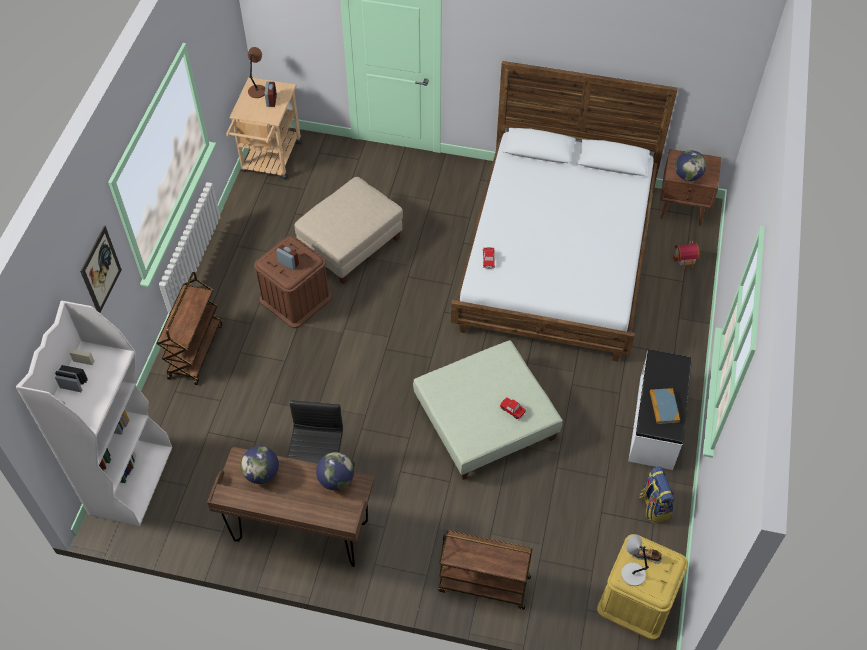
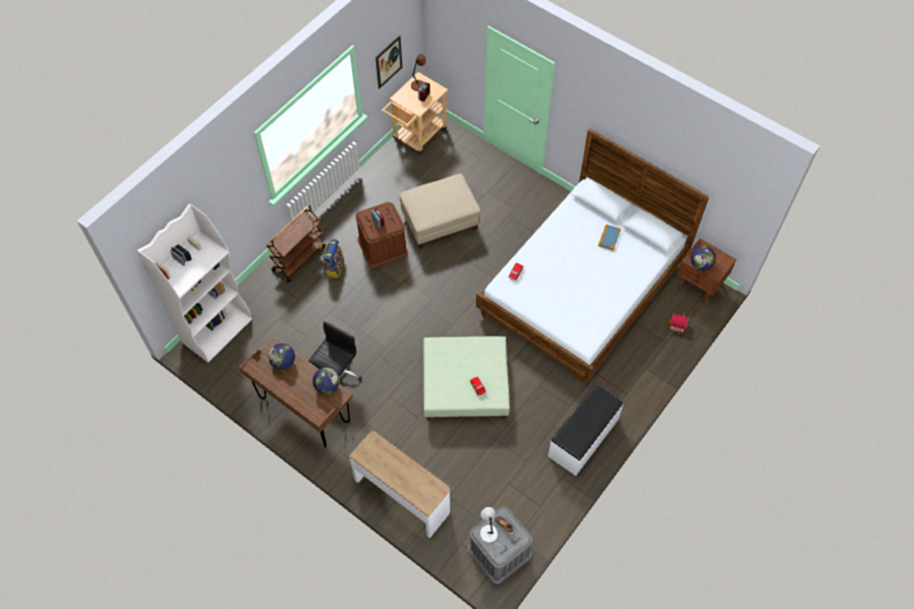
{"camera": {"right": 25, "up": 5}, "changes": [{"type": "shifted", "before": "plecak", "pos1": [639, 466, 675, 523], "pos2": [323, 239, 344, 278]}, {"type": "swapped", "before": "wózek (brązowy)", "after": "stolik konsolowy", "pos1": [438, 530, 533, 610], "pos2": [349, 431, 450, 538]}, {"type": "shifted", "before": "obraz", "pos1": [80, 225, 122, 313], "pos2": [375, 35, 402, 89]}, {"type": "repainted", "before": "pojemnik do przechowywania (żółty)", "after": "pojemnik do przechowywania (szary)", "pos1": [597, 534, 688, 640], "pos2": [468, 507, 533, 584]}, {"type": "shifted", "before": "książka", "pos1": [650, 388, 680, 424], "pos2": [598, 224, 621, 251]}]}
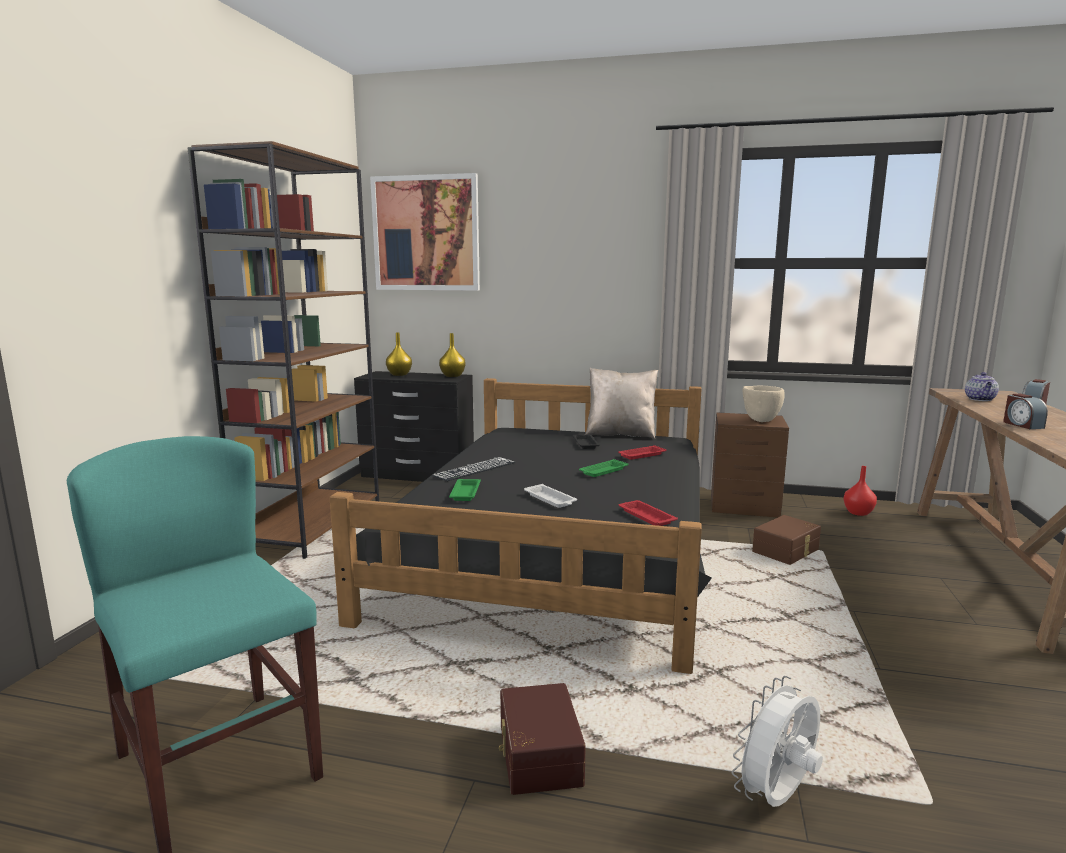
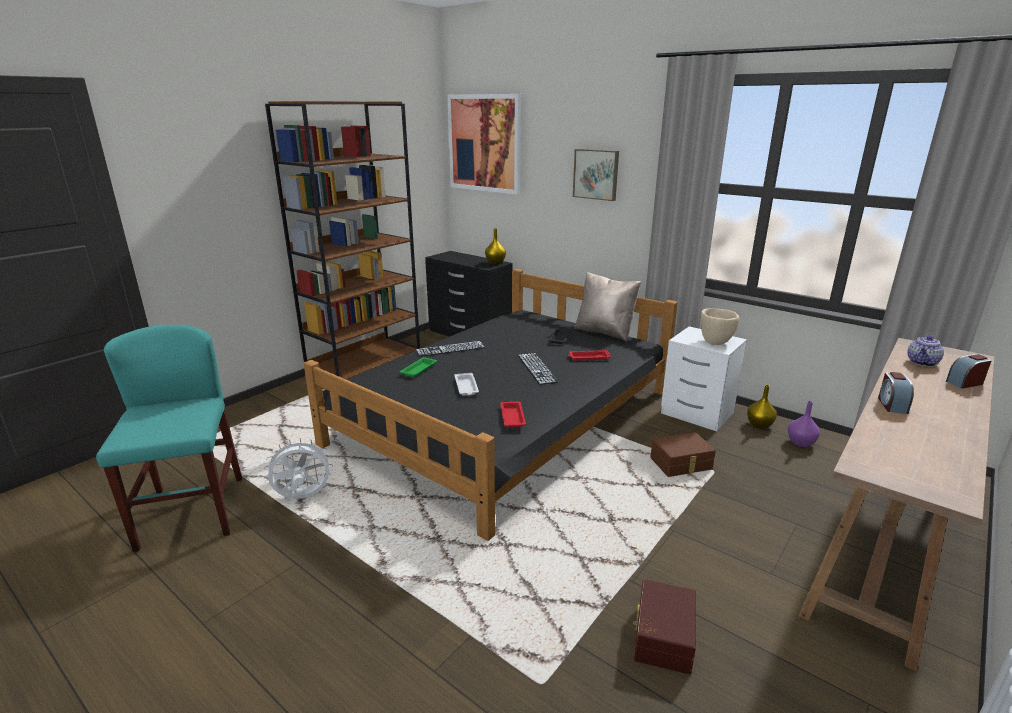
{"camera": {"right": 25, "up": 10}, "changes": [{"type": "shifted", "before": "wentylator (biały)", "pos1": [731, 676, 823, 807], "pos2": [264, 438, 333, 498]}, {"type": "swapped", "before": "taca (zielony)", "after": "klawiatura", "pos1": [579, 459, 629, 477], "pos2": [518, 353, 559, 385]}, {"type": "new", "after": "obraz", "pos2": [573, 149, 619, 201]}, {"type": "shifted", "before": "pojemnik do przechowywania (brązowy)", "pos1": [499, 683, 586, 795], "pos2": [633, 579, 696, 674]}, {"type": "repainted", "before": "szafka nocna (brązowy)", "after": "szafka nocna (biały)", "pos1": [711, 413, 789, 518], "pos2": [661, 326, 747, 431]}, {"type": "shifted", "before": "wazon (żółty)", "pos1": [386, 332, 412, 376], "pos2": [747, 385, 777, 429]}, {"type": "repainted", "before": "wazon (czerwony)", "after": "wazon (fioletowy)", "pos1": [843, 466, 877, 516], "pos2": [788, 401, 820, 447]}]}
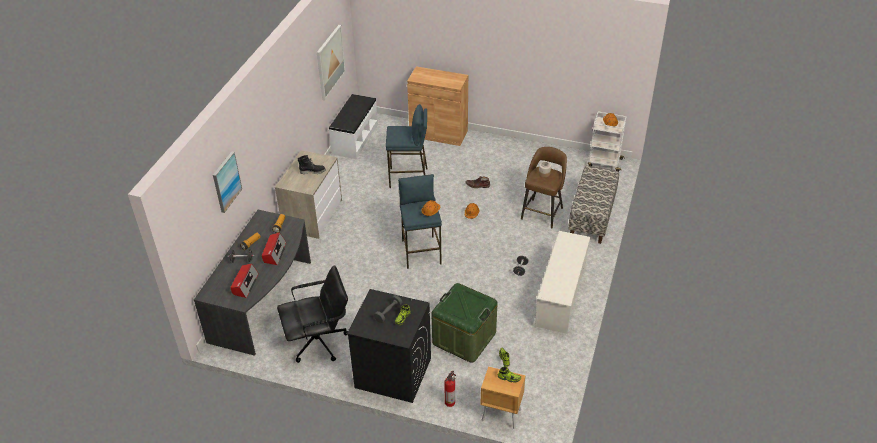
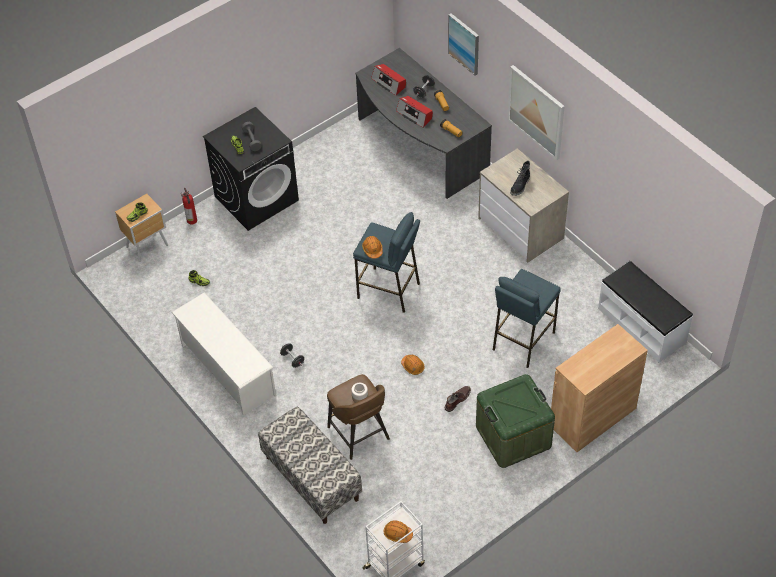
{"camera": {"right": 125, "up": 10}, "changes": [{"type": "shifted", "before": "pojemnik do przechowywania (zielony)", "pos1": [431, 283, 497, 363], "pos2": [476, 374, 555, 468]}, {"type": "shifted", "before": "obraz", "pos1": [317, 25, 346, 100], "pos2": [507, 65, 565, 160]}, {"type": "gone", "before": "krzesło biurowe (czarny)", "pos1": [277, 265, 348, 363]}]}
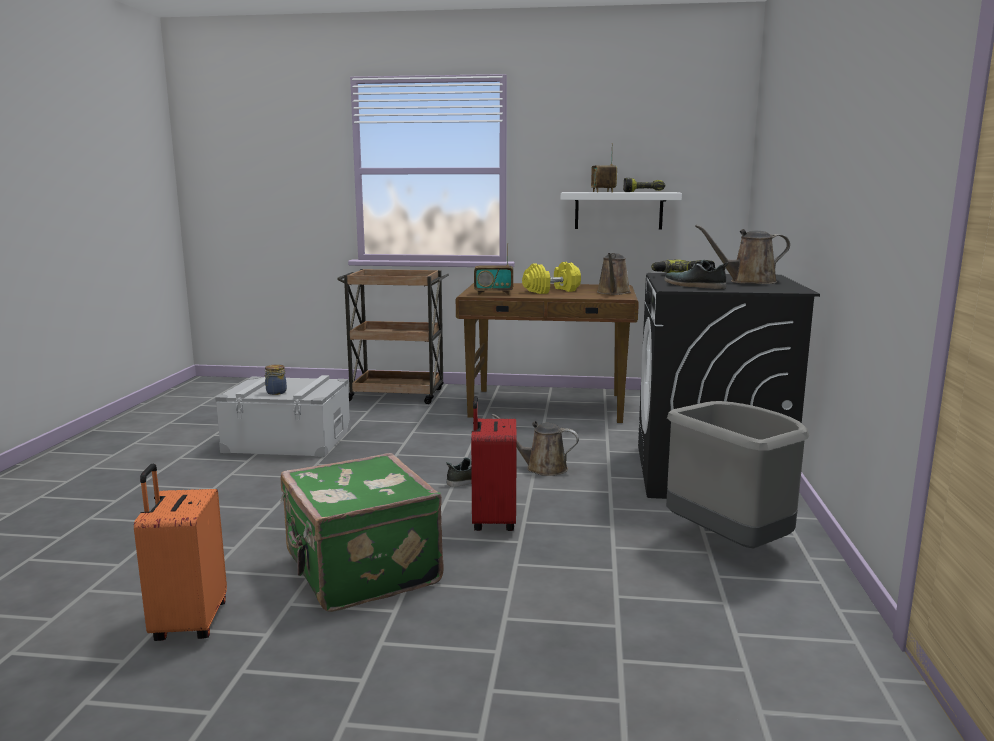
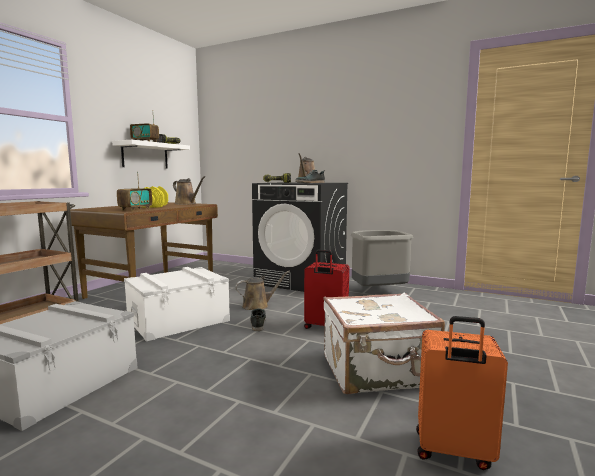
{"camera": {"right": -70, "up": -5}, "changes": [{"type": "new", "after": "pojemnik do przechowywania (biały)", "pos2": [124, 267, 230, 341]}, {"type": "rotated", "before": "konewka (brązowy)", "pos1": [492, 414, 579, 476], "pos2": [235, 270, 290, 310], "turn": -150}, {"type": "repainted", "before": "walizka (zielony)", "after": "walizka (biały)", "pos1": [280, 453, 443, 612], "pos2": [323, 293, 445, 394]}, {"type": "gone", "before": "słoik", "pos1": [265, 364, 287, 395]}]}
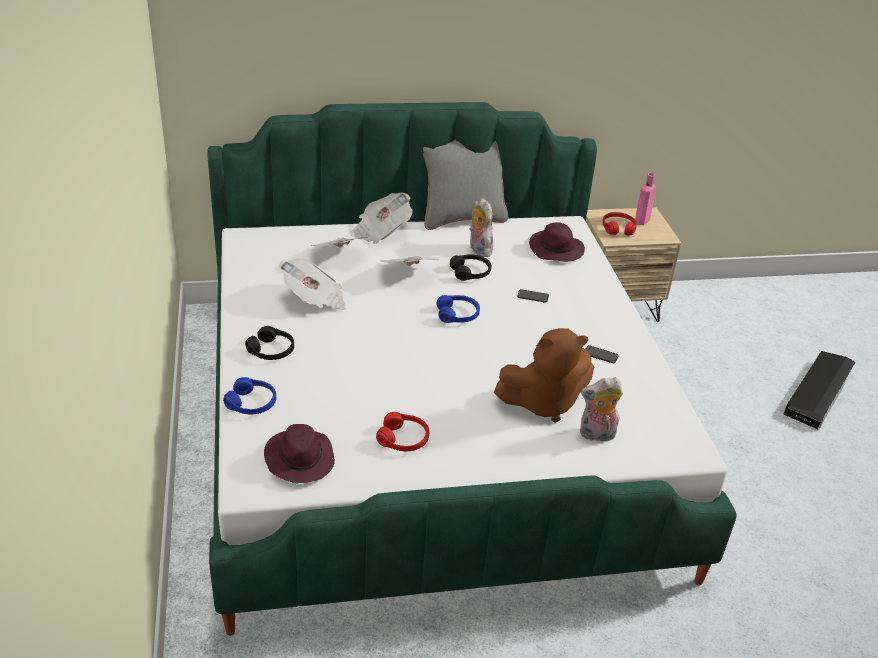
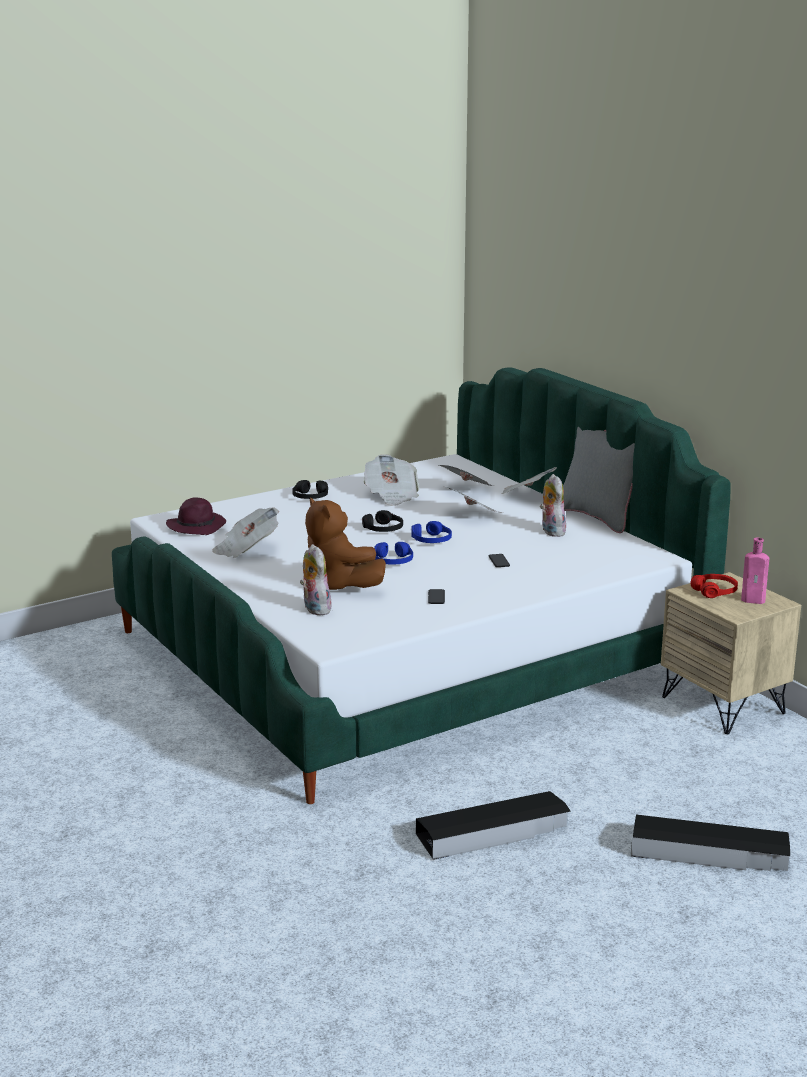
{"camera": {"right": 70, "up": -15}, "changes": [{"type": "swapped", "before": "słuchawki (czerwony)", "after": "gazeta", "pos1": [376, 412, 430, 451], "pos2": [213, 508, 279, 558]}, {"type": "shifted", "before": "słuchawki (czarny)", "pos1": [450, 254, 492, 281], "pos2": [362, 510, 403, 532]}, {"type": "shifted", "before": "słuchawki (niebieski)", "pos1": [223, 377, 276, 415], "pos2": [374, 542, 413, 564]}, {"type": "new", "after": "pojemnik do przechowywania (czarny)", "pos2": [416, 791, 571, 860]}, {"type": "rotated", "before": "pluszak", "pos1": [469, 198, 493, 257], "pos2": [540, 474, 567, 537], "turn": -60}, {"type": "gone", "before": "kapelusz (fioletowy)", "pos1": [529, 222, 585, 262]}]}
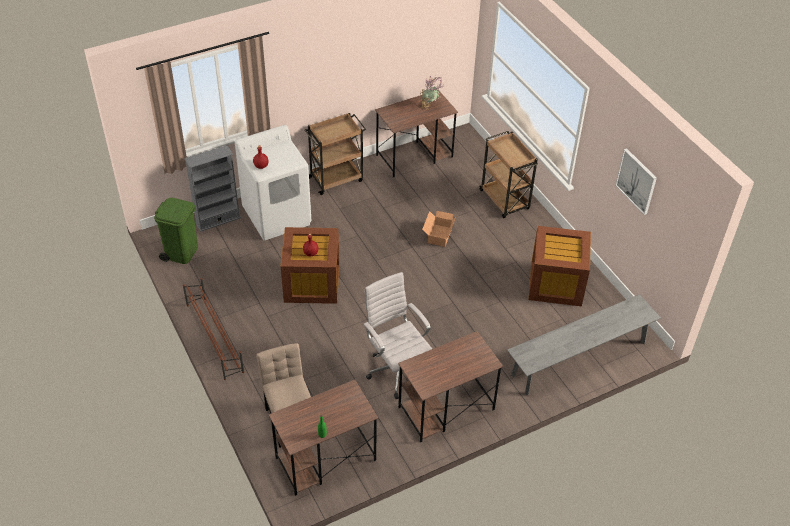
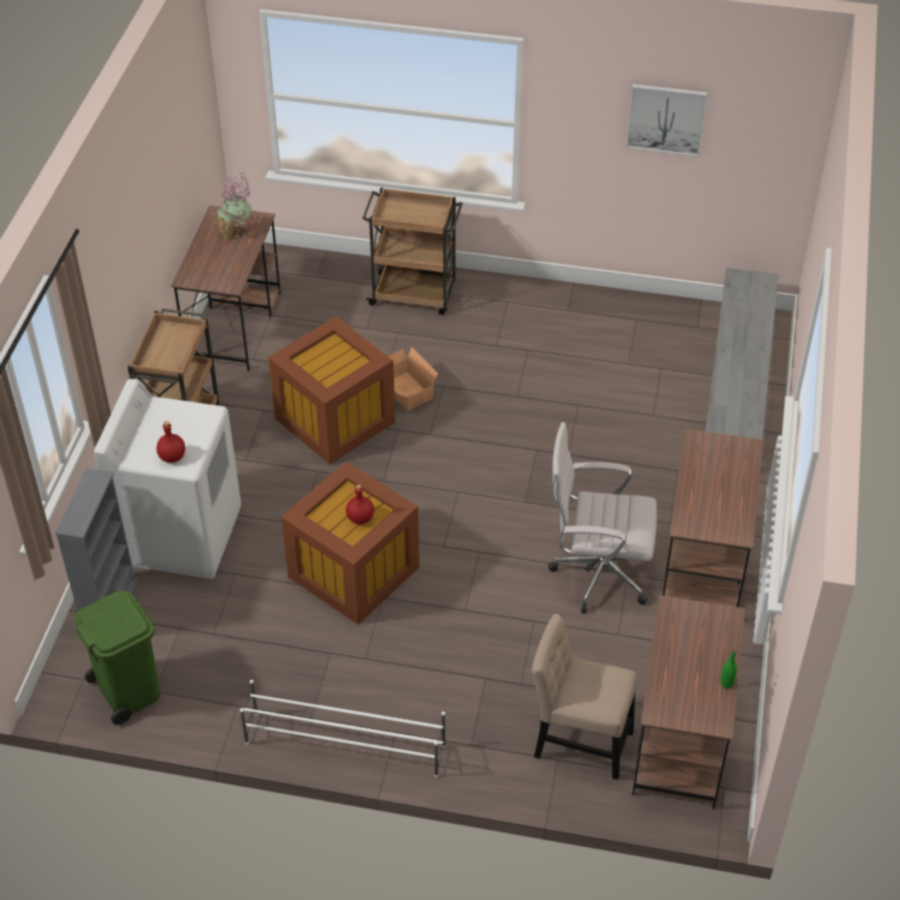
{"camera": {"right": -50, "up": 0}, "changes": [{"type": "repainted", "before": "regał na buty (brązowy)", "after": "regał na buty (biały)", "pos1": [183, 278, 244, 380], "pos2": [240, 680, 446, 777]}, {"type": "shifted", "before": "pojemnik do przechowywania (brązowy)", "pos1": [529, 226, 591, 307], "pos2": [268, 317, 395, 465]}]}
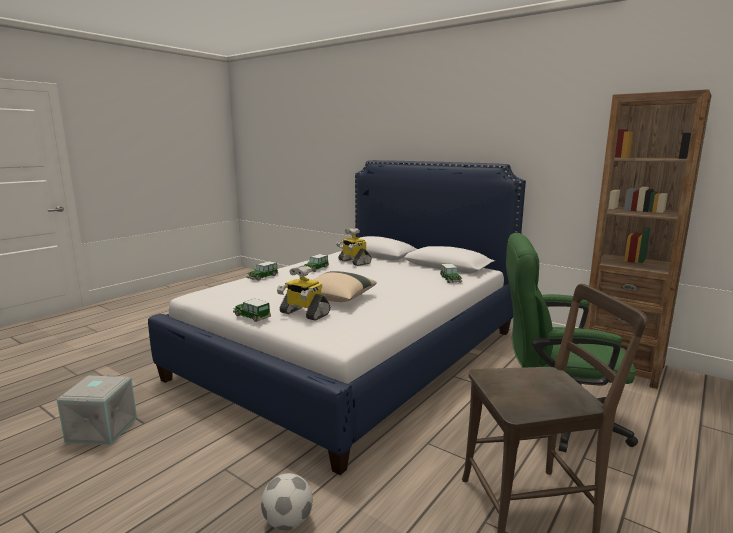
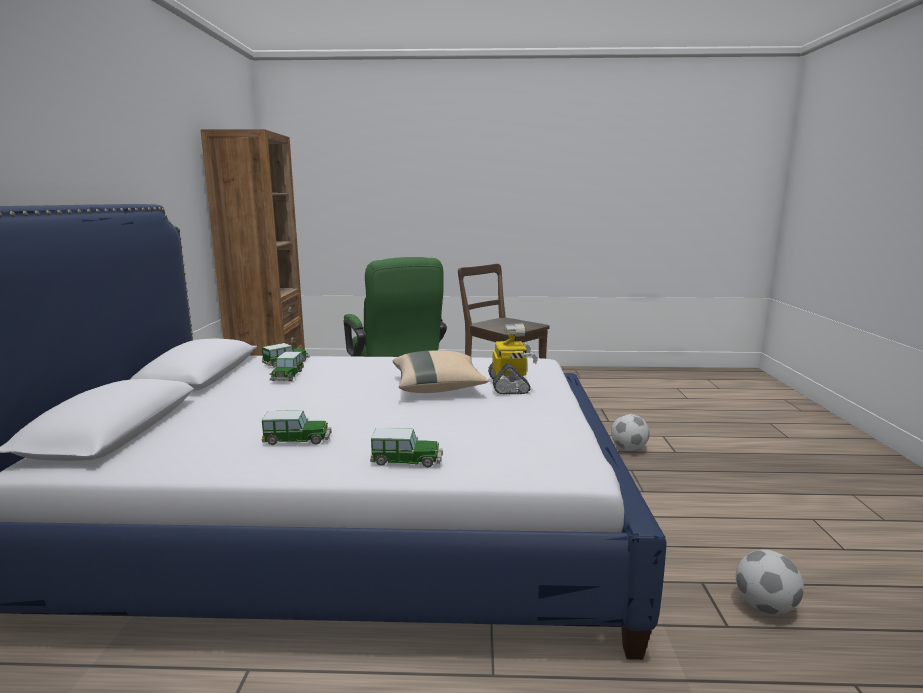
{"camera": {"right": -125, "up": 0}, "changes": [{"type": "shifted", "before": "samochodzik", "pos1": [233, 299, 271, 322], "pos2": [269, 351, 304, 381]}, {"type": "swapped", "before": "pojemnik do przechowywania (szary)", "after": "piłka futbolowa", "pos1": [57, 375, 137, 445], "pos2": [736, 550, 804, 615]}, {"type": "gone", "before": "robot zabawkowy", "pos1": [336, 228, 372, 266]}]}
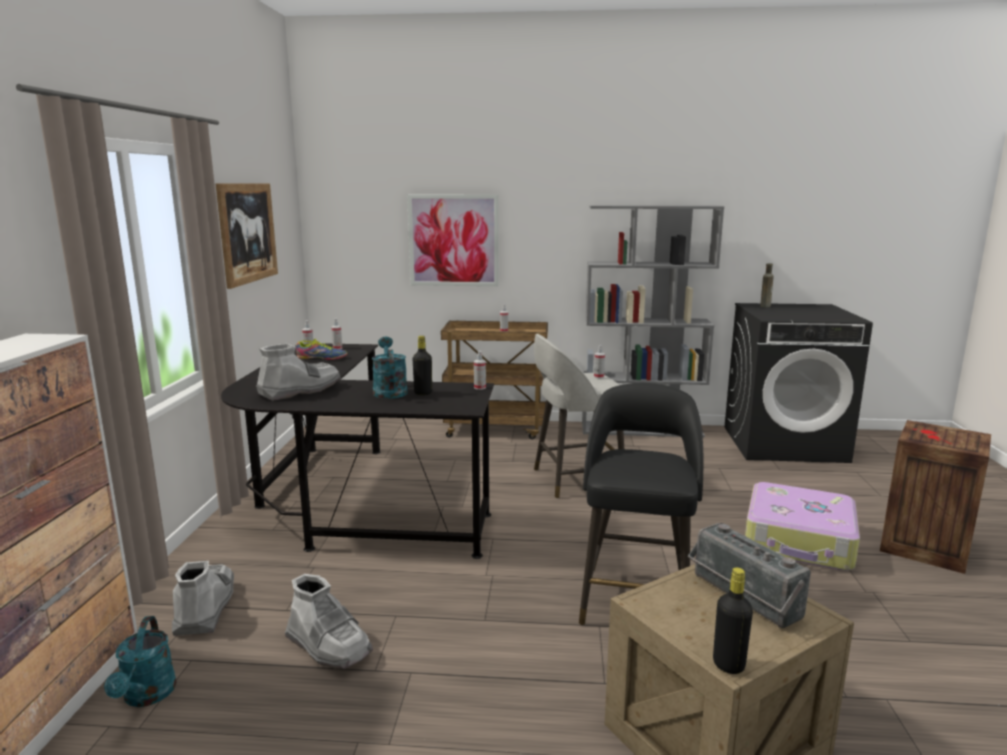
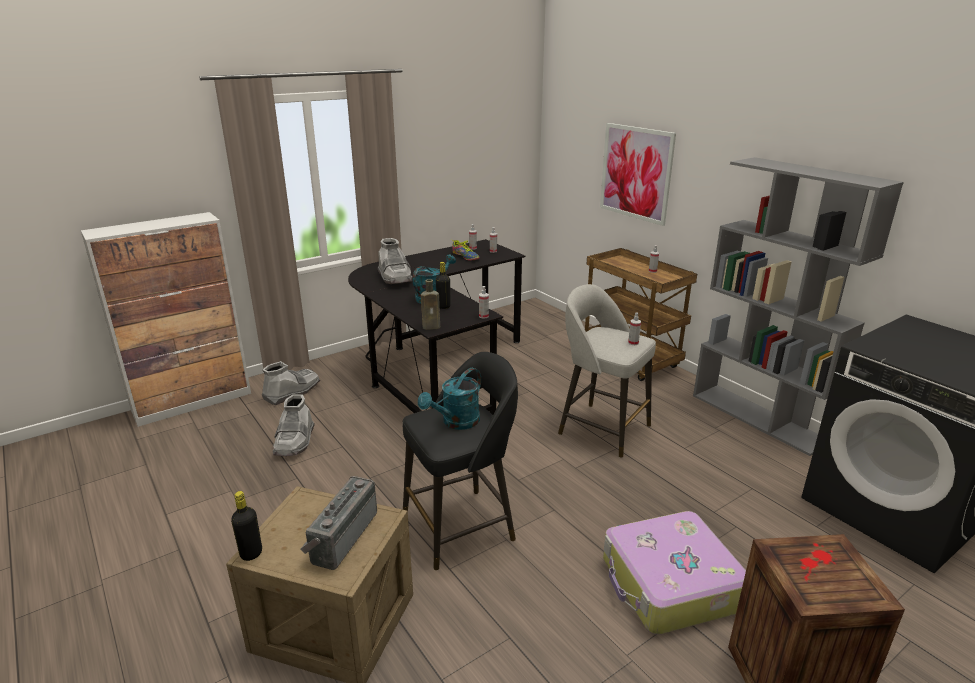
{"camera": {"right": 50, "up": 10}, "changes": [{"type": "rotated", "before": "but z cholewką (szary)", "pos1": [256, 344, 341, 401], "pos2": [378, 238, 412, 284], "turn": 60}, {"type": "shifted", "before": "konewka (turkusowy)", "pos1": [104, 616, 177, 707], "pos2": [418, 368, 481, 430]}, {"type": "shifted", "before": "butelka (brązowy)", "pos1": [760, 264, 774, 307], "pos2": [421, 279, 440, 330]}, {"type": "gone", "before": "obraz", "pos1": [216, 184, 278, 289]}]}
